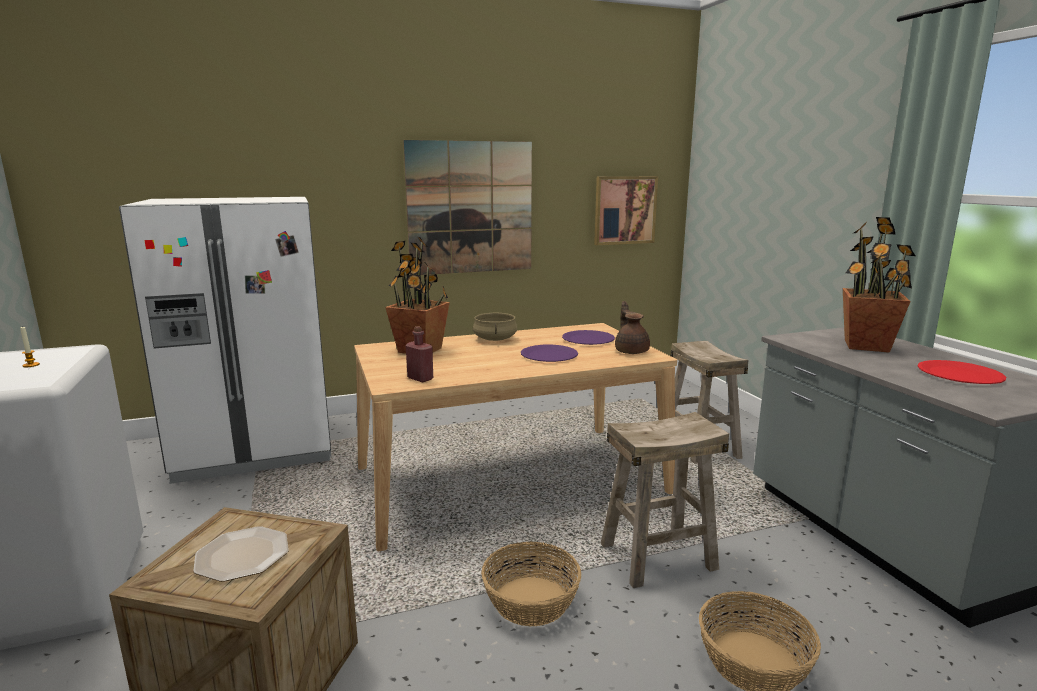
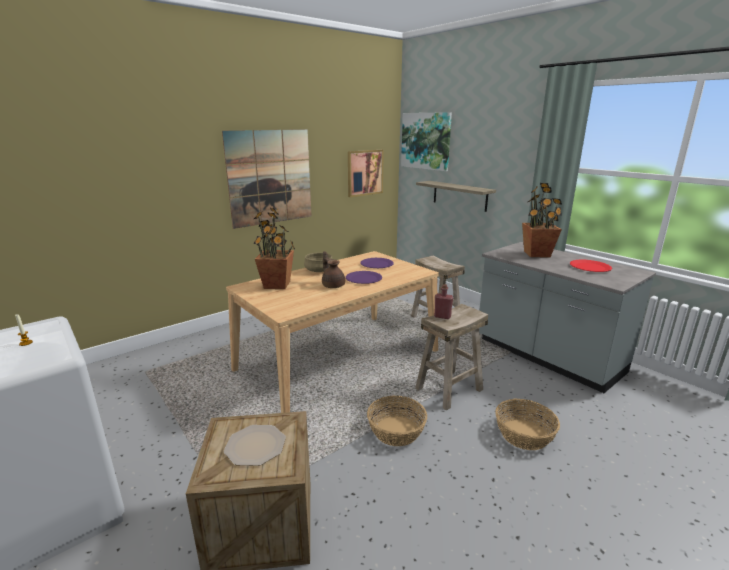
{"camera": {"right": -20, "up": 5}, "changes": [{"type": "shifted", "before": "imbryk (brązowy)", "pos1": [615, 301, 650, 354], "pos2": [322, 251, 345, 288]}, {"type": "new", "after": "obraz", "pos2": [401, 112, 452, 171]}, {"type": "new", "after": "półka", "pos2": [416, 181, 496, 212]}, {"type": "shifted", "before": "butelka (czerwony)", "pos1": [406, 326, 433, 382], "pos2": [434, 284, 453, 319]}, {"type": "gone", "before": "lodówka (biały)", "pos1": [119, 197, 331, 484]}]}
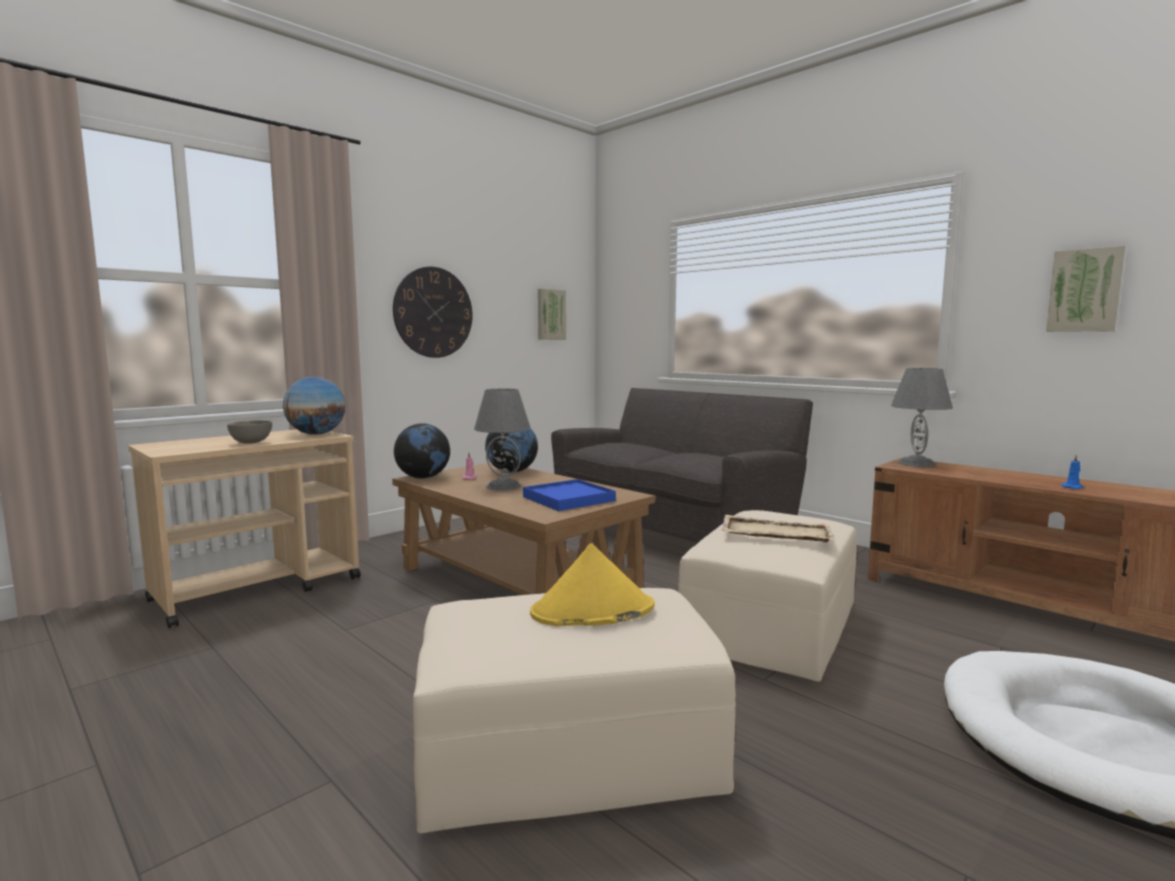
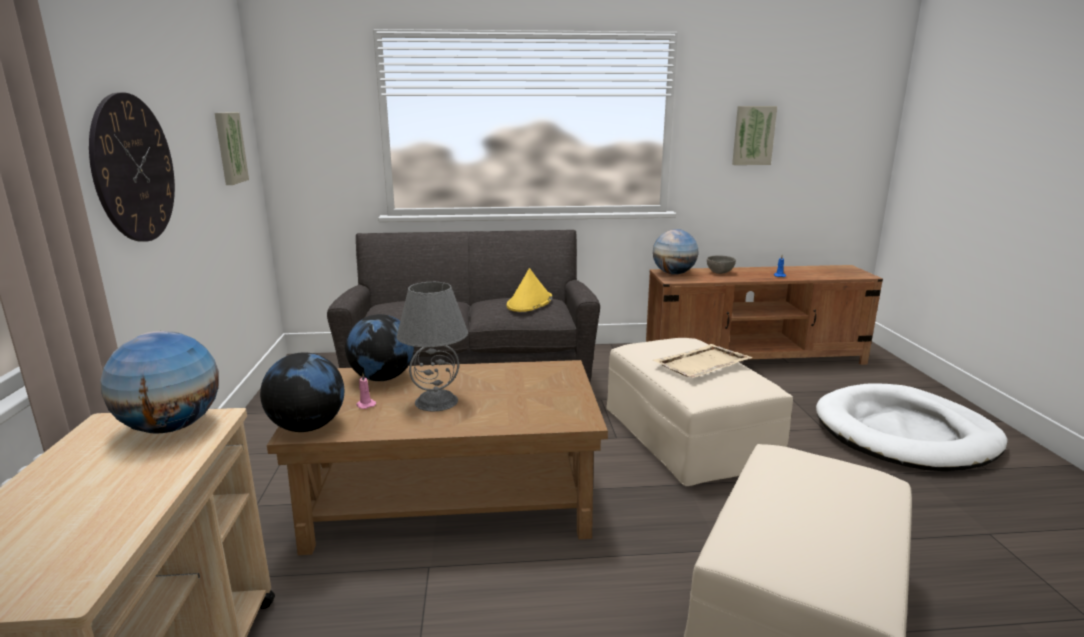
{"camera": {"right": -50, "up": 10}, "changes": [{"type": "shifted", "before": "kapelusz (żółty)", "pos1": [530, 543, 655, 626], "pos2": [507, 268, 552, 312]}, {"type": "swapped", "before": "lampa stołowa (szary)", "after": "globus", "pos1": [891, 368, 953, 467], "pos2": [653, 229, 699, 275]}, {"type": "shifted", "before": "miska (szary)", "pos1": [227, 420, 272, 444], "pos2": [707, 255, 736, 274]}, {"type": "gone", "before": "taca (niebieski)", "pos1": [523, 479, 616, 511]}]}
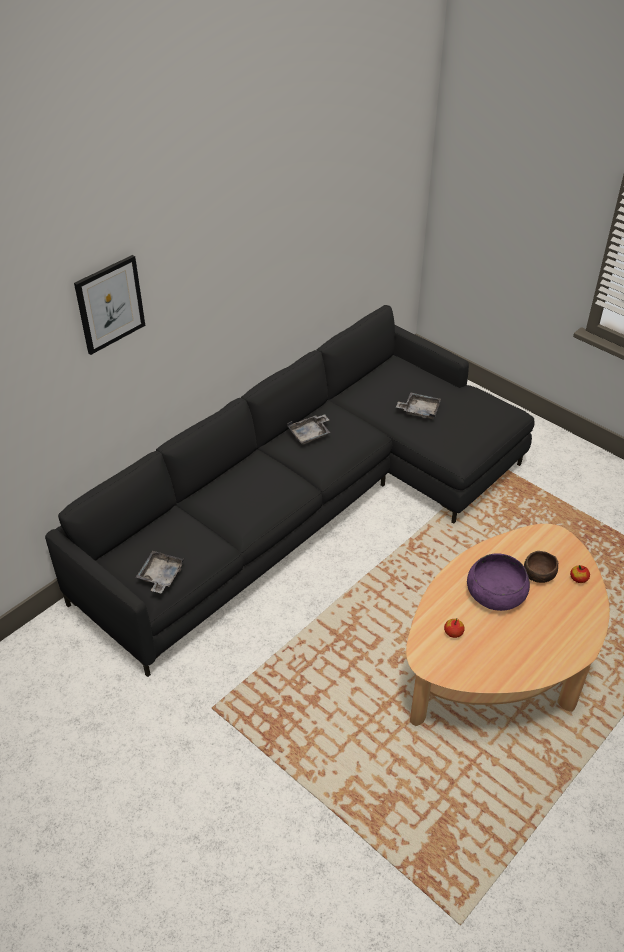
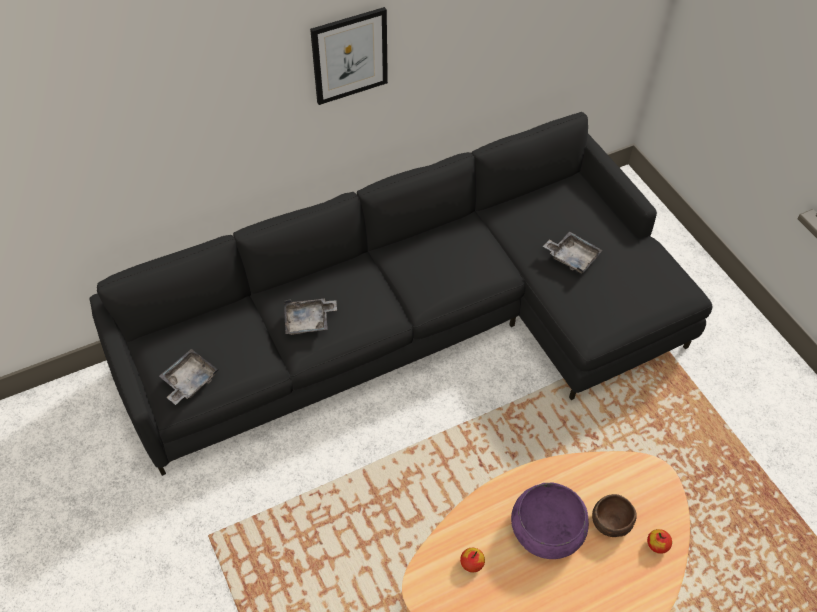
{"camera": {"right": 20, "up": 10}, "changes": [{"type": "shifted", "before": "taca (szary)", "pos1": [287, 415, 330, 445], "pos2": [284, 299, 337, 335]}, {"type": "shifted", "before": "obraz", "pos1": [74, 255, 145, 355], "pos2": [310, 7, 388, 105]}]}
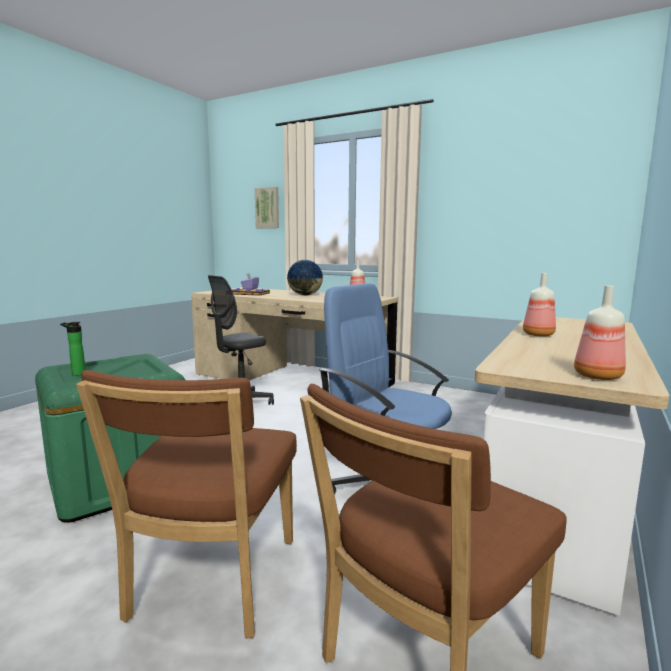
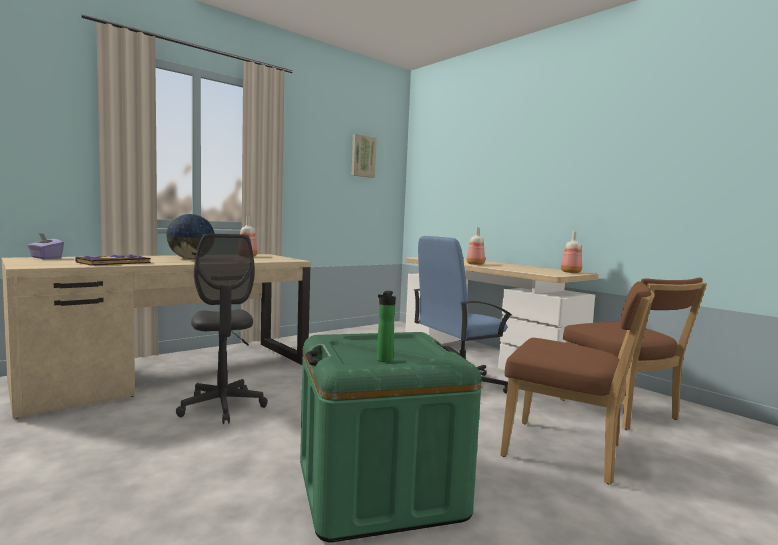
{"camera": {"right": -70, "up": -5}, "changes": [{"type": "shifted", "before": "obraz", "pos1": [255, 187, 279, 228], "pos2": [352, 134, 377, 178]}]}
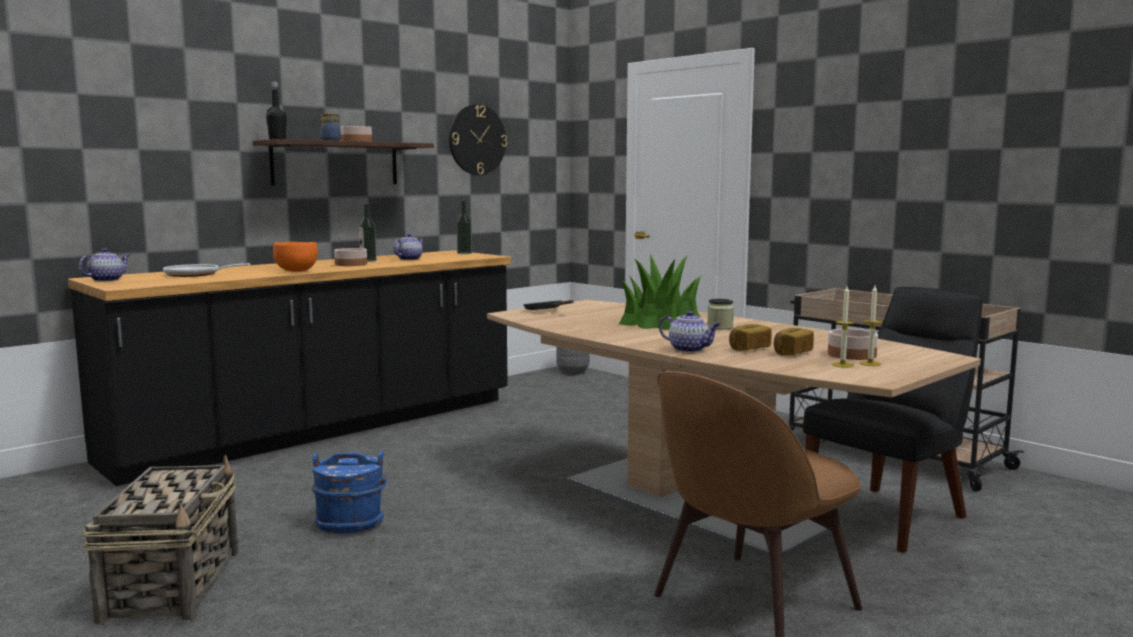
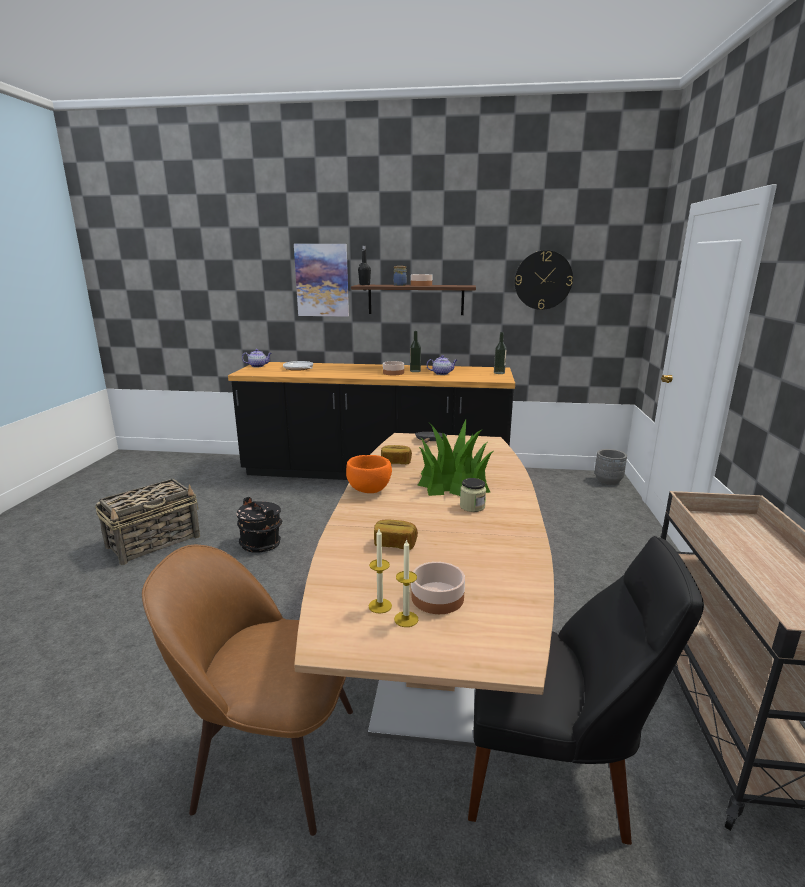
{"camera": {"right": 50, "up": 10}, "changes": [{"type": "repainted", "before": "wiadro (niebieski)", "after": "wiadro (czarny)", "pos1": [312, 451, 387, 534], "pos2": [237, 497, 282, 553]}, {"type": "new", "after": "obraz", "pos2": [294, 244, 349, 317]}, {"type": "shifted", "before": "miska (pomarańczowy)", "pos1": [273, 242, 318, 272], "pos2": [346, 455, 392, 493]}, {"type": "shifted", "before": "chleb", "pos1": [773, 328, 814, 356], "pos2": [381, 445, 412, 464]}, {"type": "gone", "before": "imbryk", "pos1": [659, 311, 721, 352]}]}
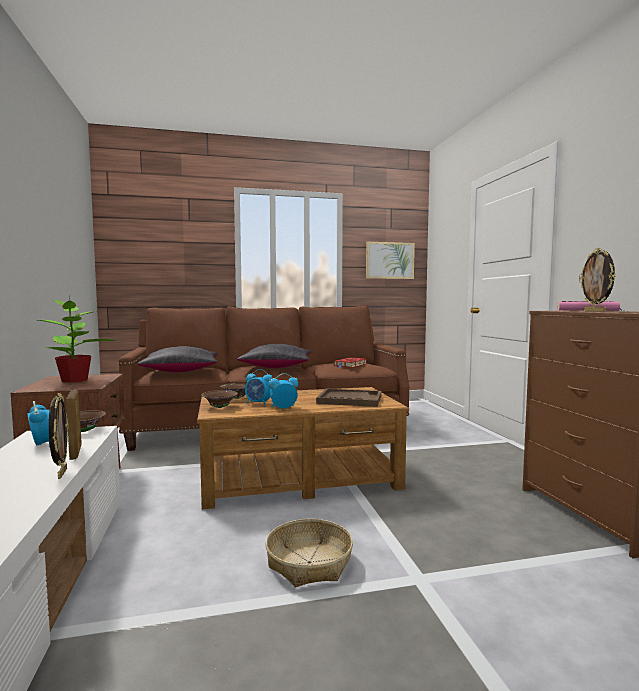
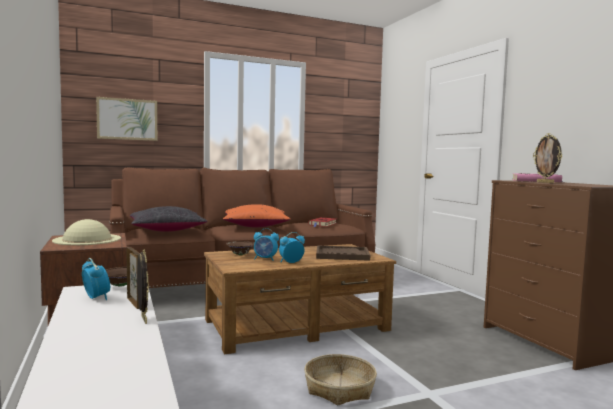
{"camera": {"right": -10, "up": 0}, "changes": [{"type": "swapped", "before": "roślina doniczkowa", "after": "kapelusz (beżowy)", "pos1": [38, 297, 116, 383], "pos2": [52, 219, 121, 245]}, {"type": "shifted", "before": "obraz", "pos1": [366, 242, 415, 279], "pos2": [96, 97, 157, 141]}, {"type": "repainted", "before": "poduszka (czarny)", "after": "poduszka (pomarańczowy)", "pos1": [237, 344, 312, 368], "pos2": [223, 204, 290, 227]}, {"type": "gone", "before": "miska (brązowy)", "pos1": [201, 390, 238, 408]}]}
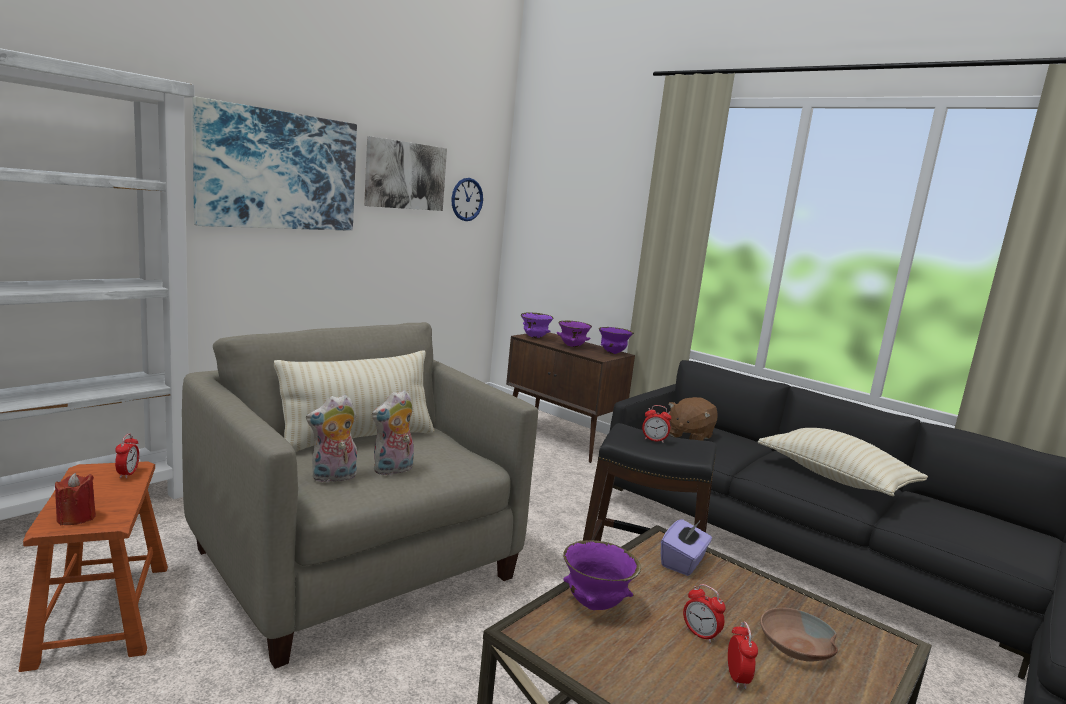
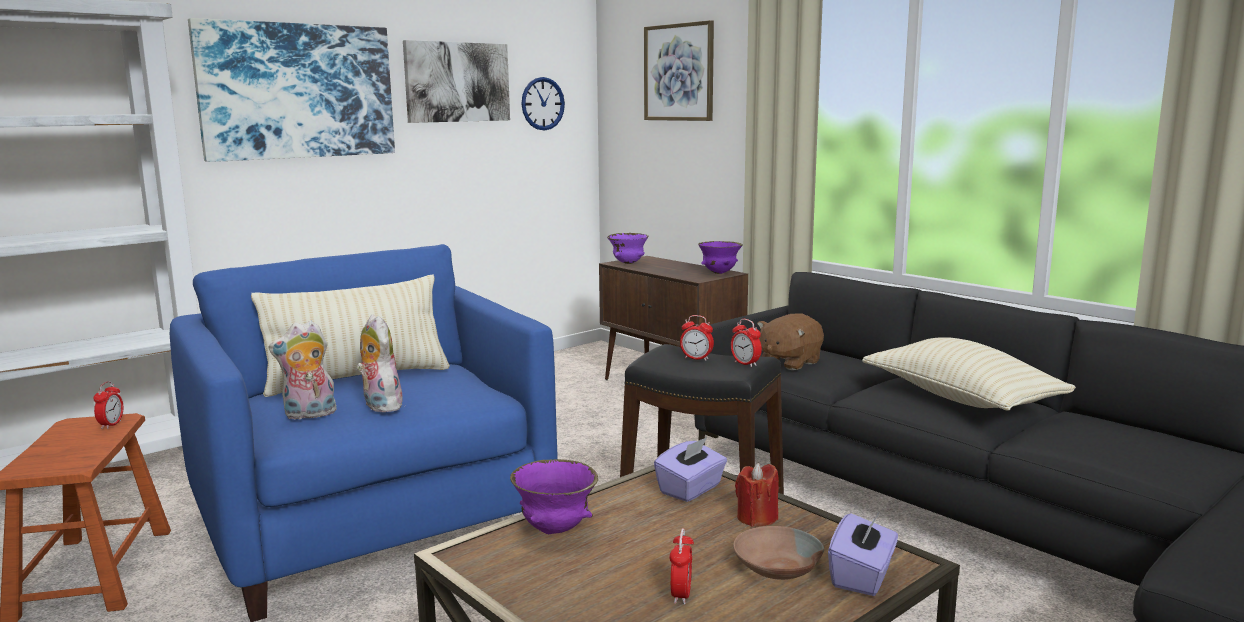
{"camera": {"right": 10, "up": 0}, "changes": [{"type": "repainted", "before": "fotel (beżowy)", "after": "fotel (niebieski)", "pos1": [182, 322, 538, 669], "pos2": [170, 244, 558, 622]}, {"type": "rotated", "before": "pluszak", "pos1": [372, 390, 414, 475], "pos2": [356, 314, 406, 412], "turn": 90}, {"type": "new", "after": "obraz", "pos2": [644, 20, 714, 121]}, {"type": "shifted", "before": "budzik", "pos1": [683, 584, 726, 643], "pos2": [731, 319, 762, 367]}, {"type": "shifted", "before": "świeca (czerwony)", "pos1": [55, 473, 96, 525], "pos2": [735, 463, 779, 527]}, {"type": "new", "after": "pudełko chusteczek (fioletowy)", "pos2": [828, 511, 898, 596]}, {"type": "gone", "before": "miska (fioletowy)", "pos1": [557, 320, 592, 347]}]}
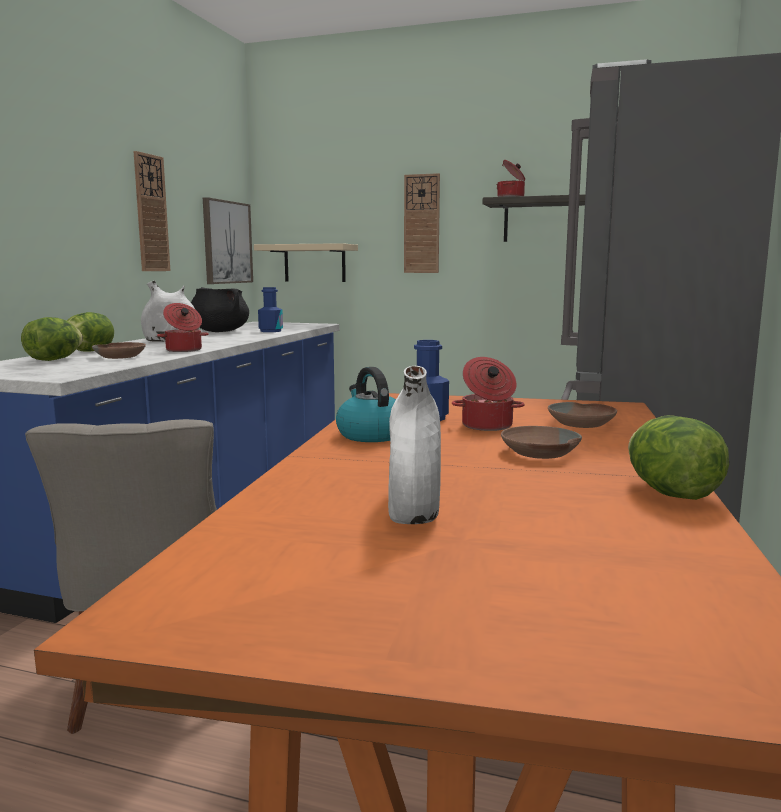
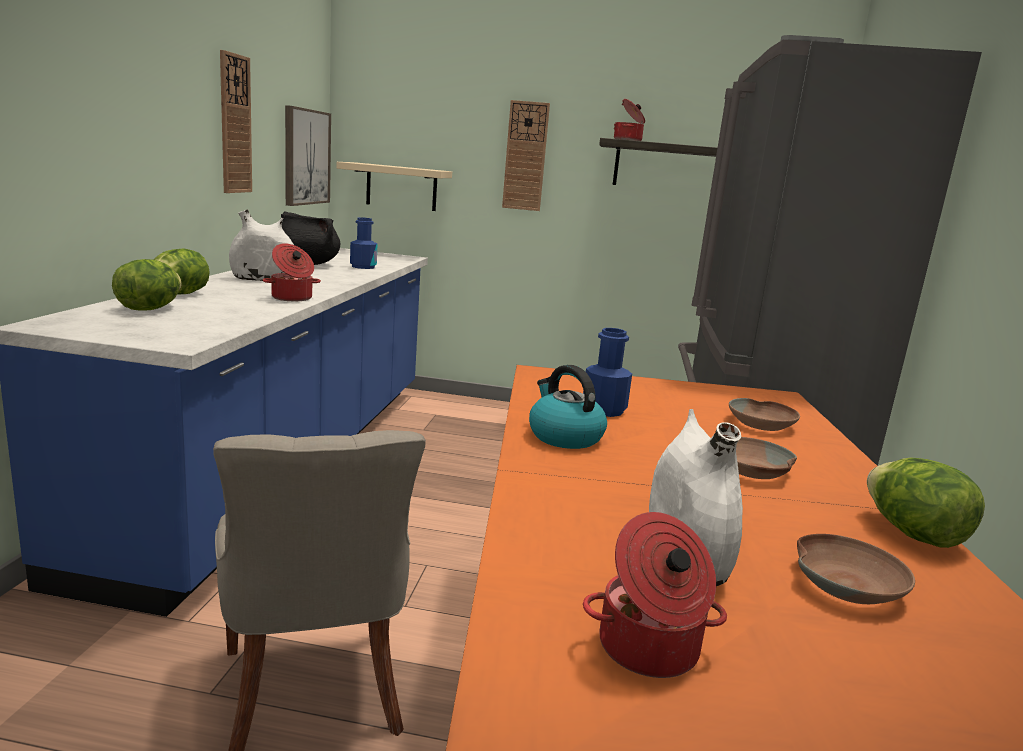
{"camera": {"right": -10, "up": 5}, "changes": [{"type": "shifted", "before": "garnek", "pos1": [452, 357, 524, 431], "pos2": [583, 512, 727, 678]}, {"type": "shifted", "before": "miska (brązowy)", "pos1": [92, 342, 146, 359], "pos2": [797, 534, 915, 604]}]}
